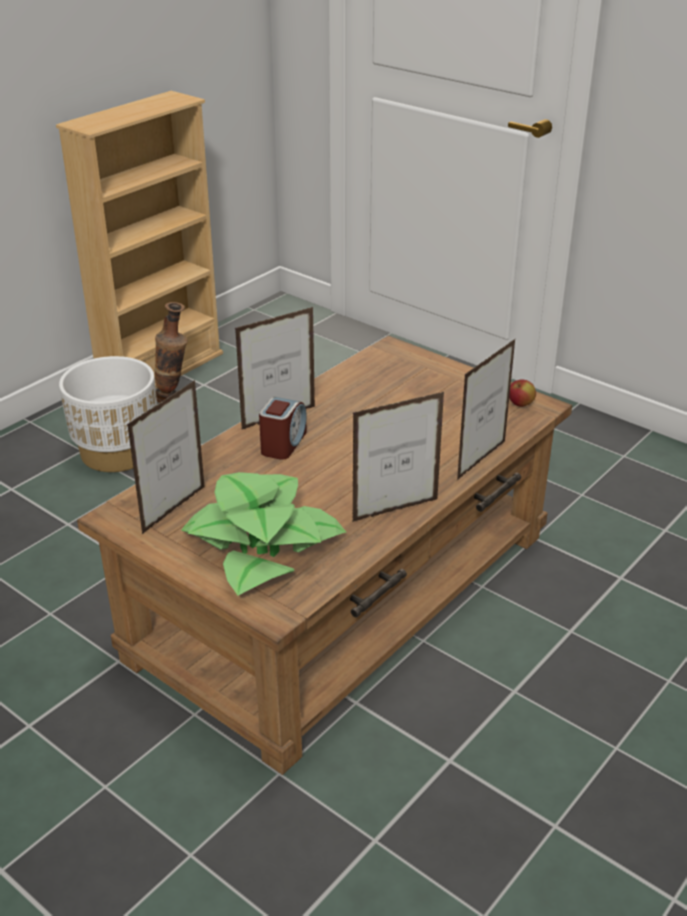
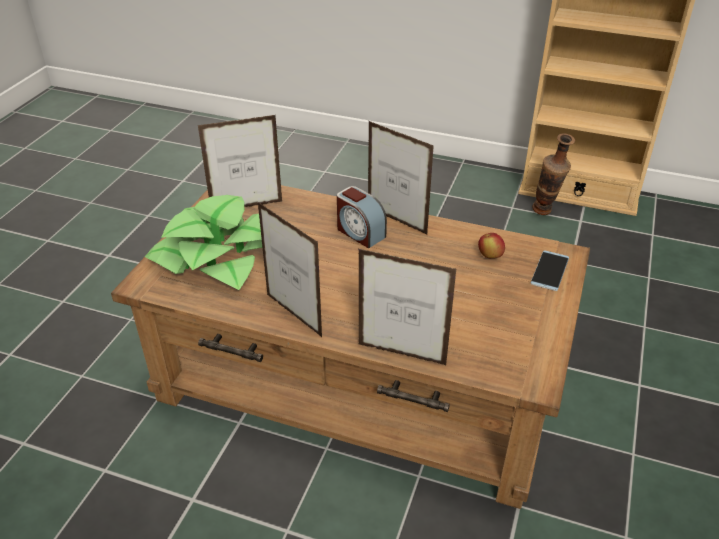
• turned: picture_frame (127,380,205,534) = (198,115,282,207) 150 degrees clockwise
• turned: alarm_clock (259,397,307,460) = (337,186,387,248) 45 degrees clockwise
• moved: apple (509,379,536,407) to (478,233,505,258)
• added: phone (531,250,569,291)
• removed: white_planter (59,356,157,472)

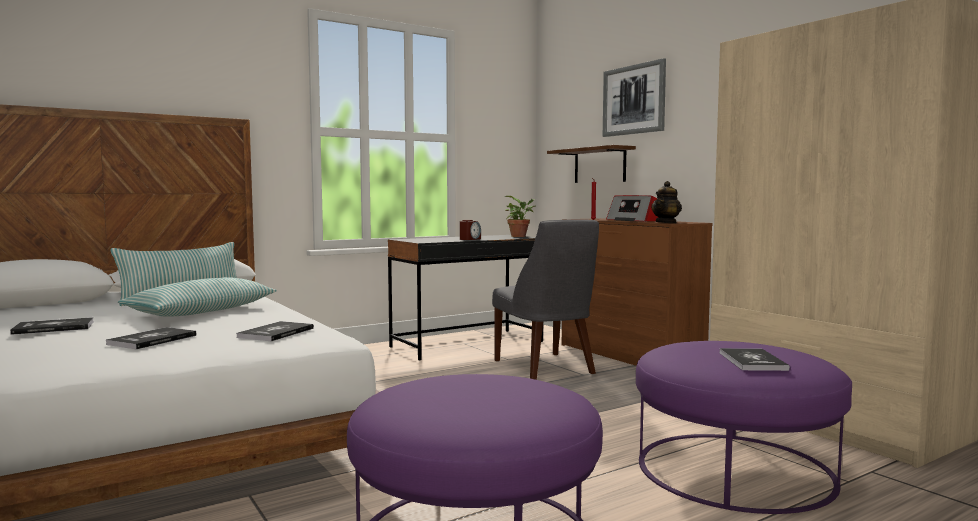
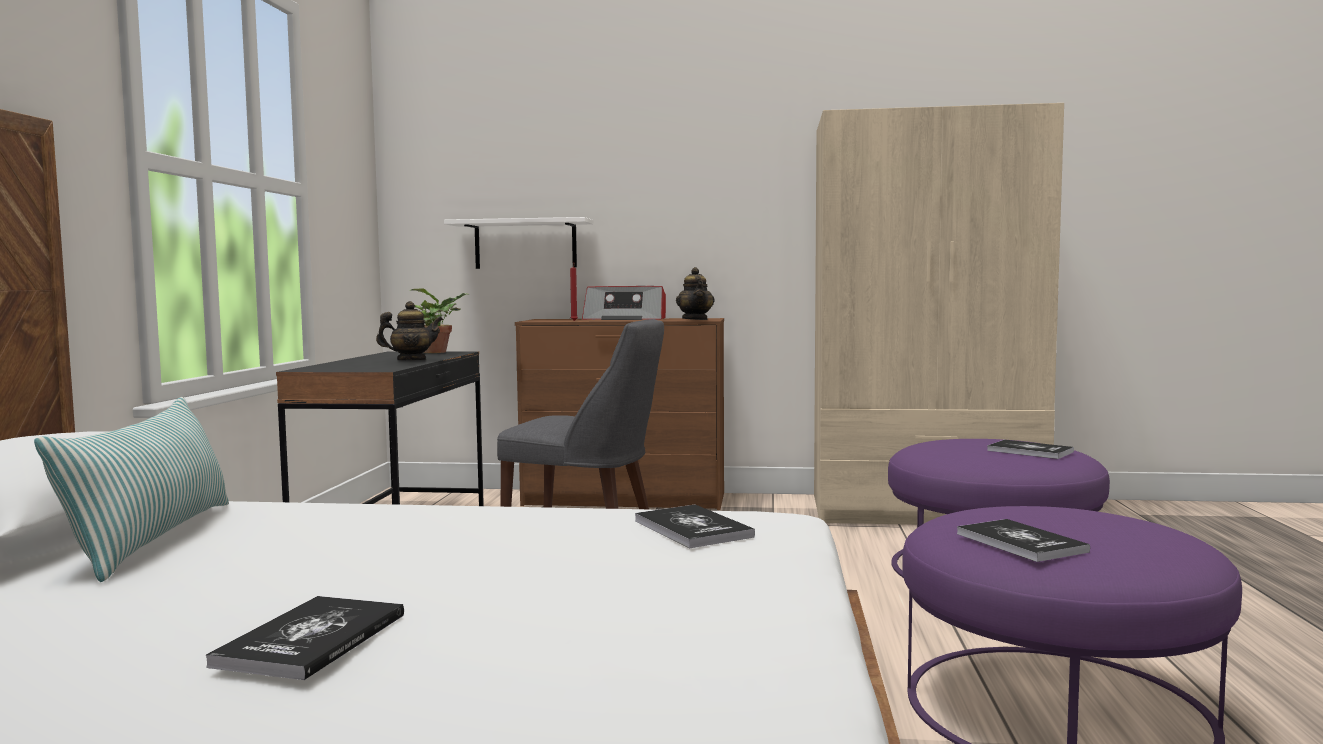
• replaced: alarm_clock (460,220,481,240) to teapot (376,301,443,360)
• recoloured: brown_shelf (547,145,636,183) to white_shelf (444,217,593,269)
• moved: book (106,327,196,349) to (957,519,1090,562)
• removed: pillow (118,277,277,317)
• removed: picture (603,58,666,137)

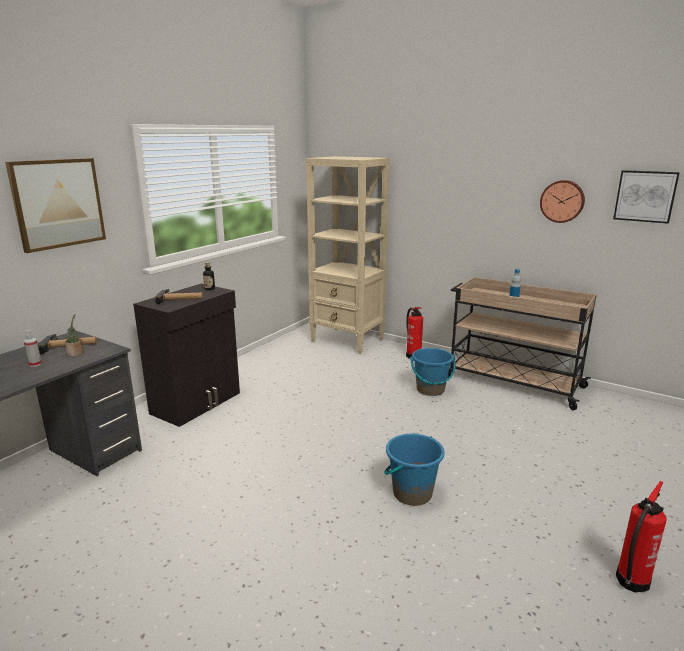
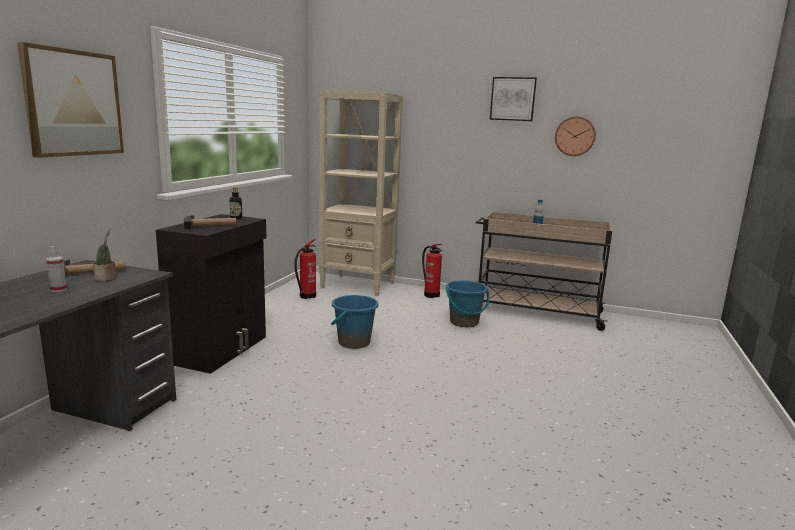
• moved: fire_extinguisher (616,481,667,593) to (294,239,316,299)
• moved: blue_bucket (384,434,444,506) to (331,295,379,349)
• moved: picture (613,170,680,224) to (490,77,537,121)

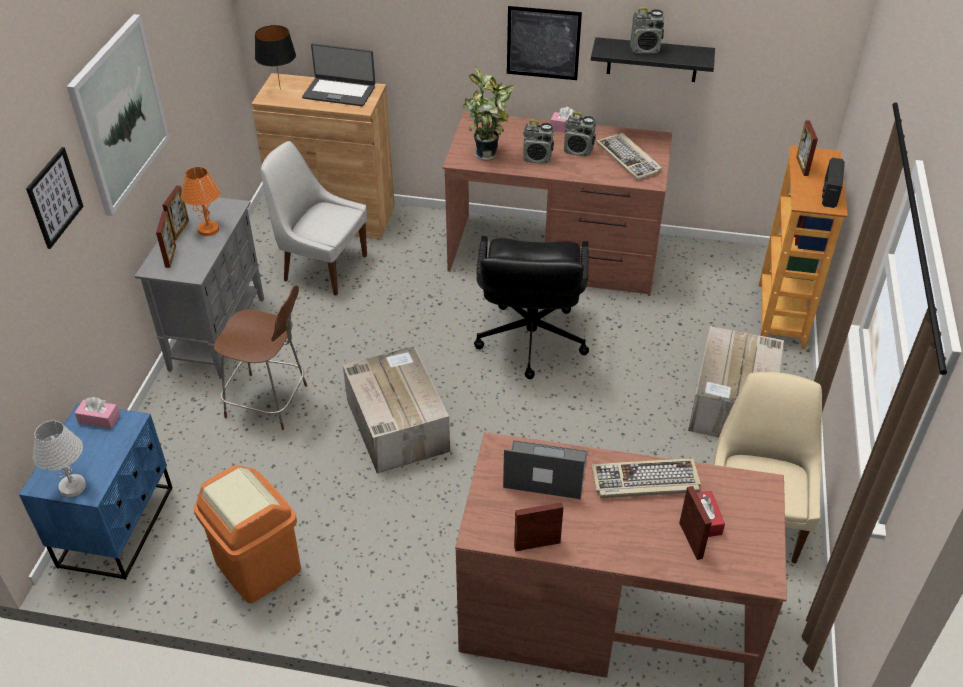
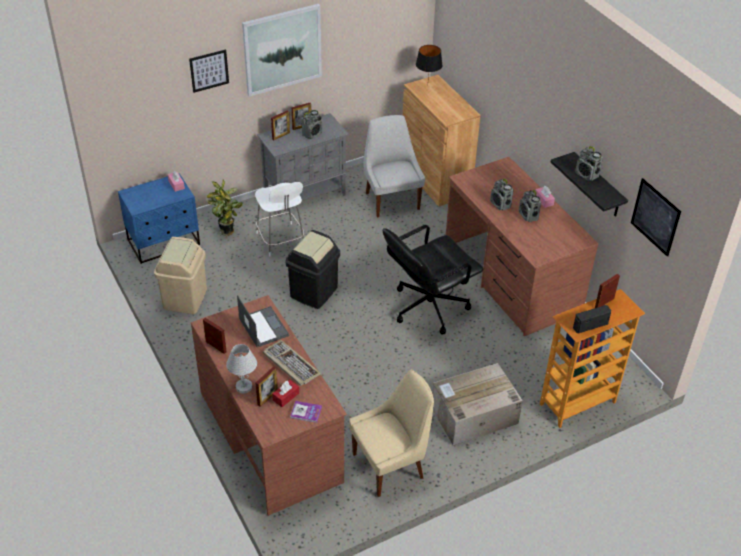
• recoloured: orange_trash_can (194,465,301,603) to beige_trash_can (154,237,207,314)
• moved: potted_plant (462,66,515,161) to (206,179,243,236)
• moved: white_table_lamp (33,421,86,497) to (226,344,257,393)
• recoloured: brown_chair (214,285,307,430) to white_chair (255,182,305,257)
• replaced: cardboard_box (343,346,450,473) to black_trash_can (286,230,340,309)
• added: book (290,401,322,423)
• replaced: orange_table_lamp (181,167,220,236) to radio (302,110,322,139)
• moved: picture (507,6,582,80) to (631,178,681,256)
• removed: laptop (302,43,375,106)
• removed: keyboard (596,133,662,180)

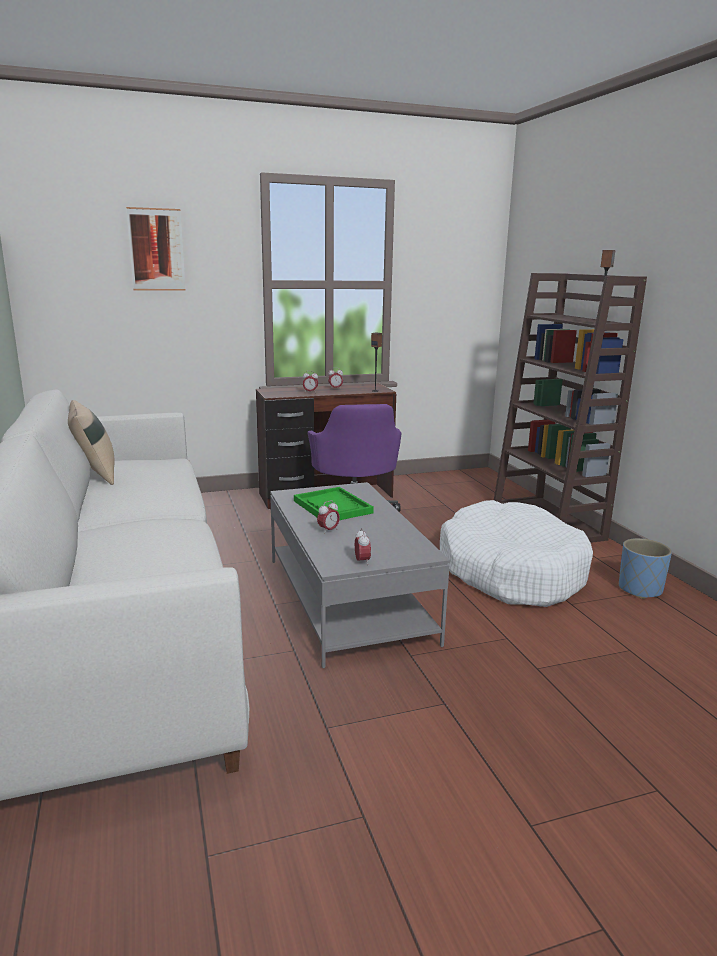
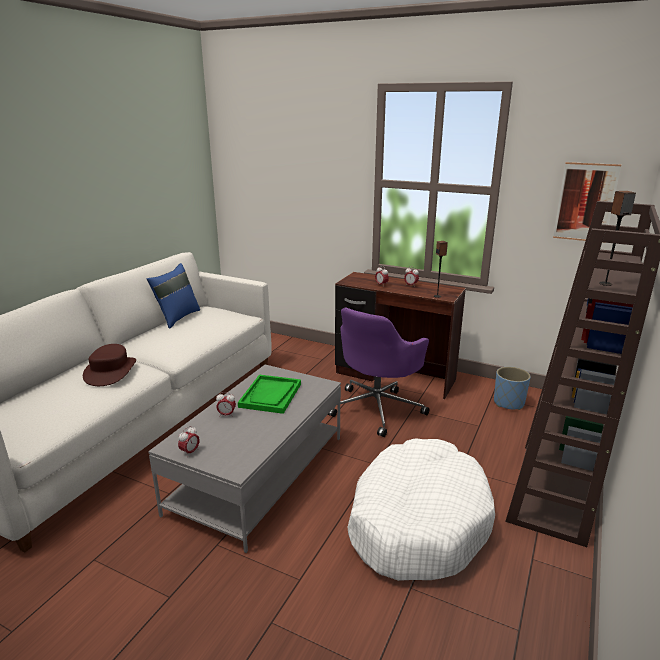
• added: brown_hat (83,344,136,386)
• recoloured: beige_pillow (68,400,115,485) to blue_pillow (147,263,200,329)
• moved: blue_planter (619,538,672,599) to (494,367,531,410)
• moved: picture (126,207,186,290) to (553,162,621,243)

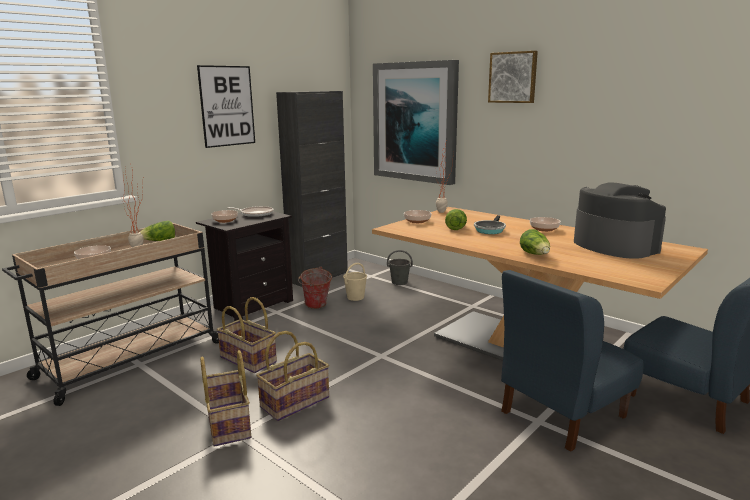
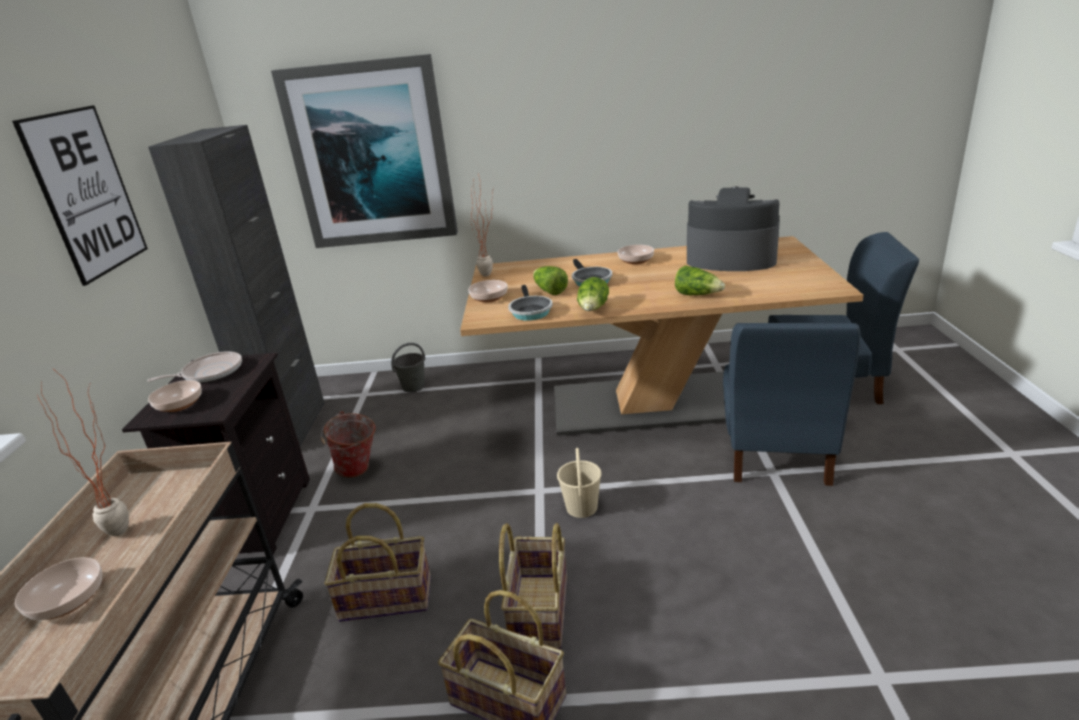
• added: frying_pan (508,285,553,321)
• moved: beige_bucket (343,263,367,301) to (557,448,602,518)
• moved: lettuce (140,221,175,241) to (577,277,609,311)
• removed: picture (488,51,538,103)

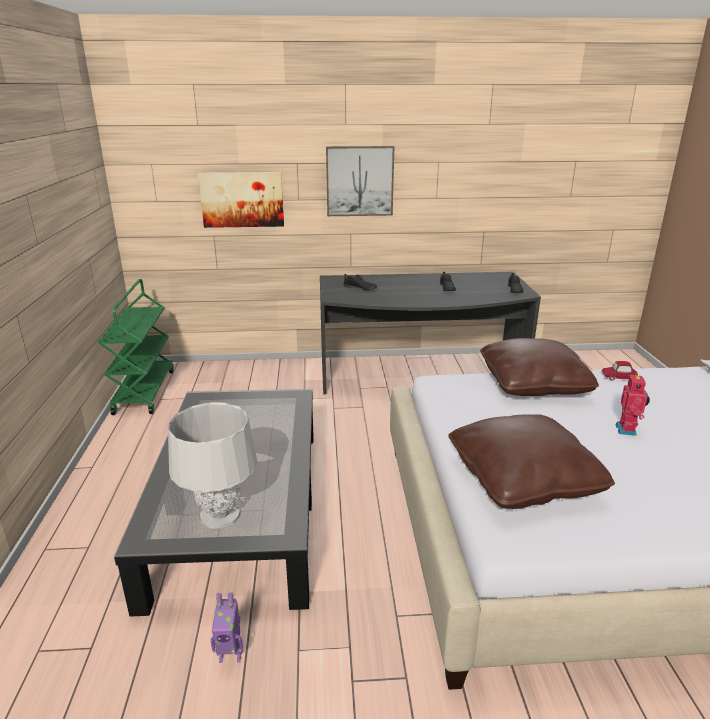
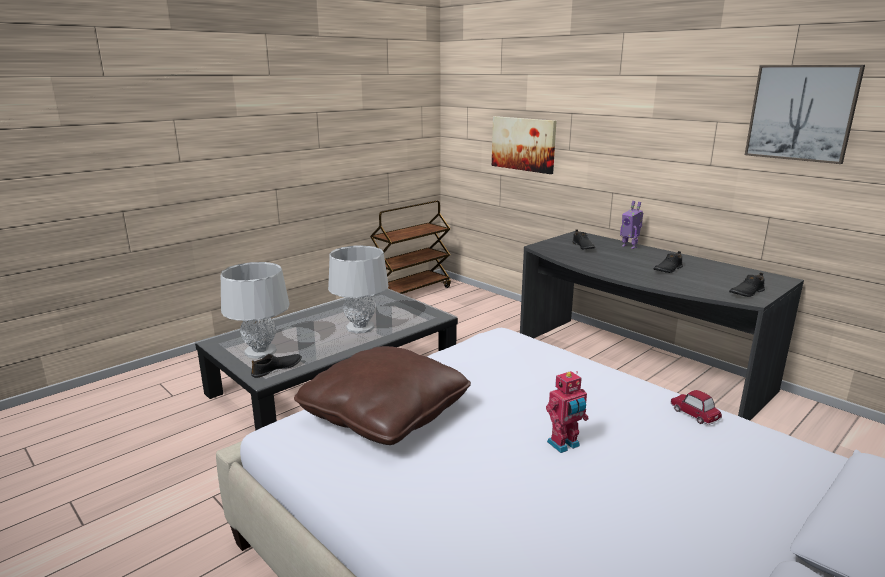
• added: black_shoe (251,354,302,378)
• added: grey_table_lamp (328,245,388,333)
• recoloured: green_cart (98,279,174,415) to brown_cart (370,200,451,294)
• moved: toy_robot (211,592,243,663) to (620,201,643,249)
• moved: picture (326,146,394,216) to (745,65,865,164)
• removed: brown_pillow (480,338,599,396)

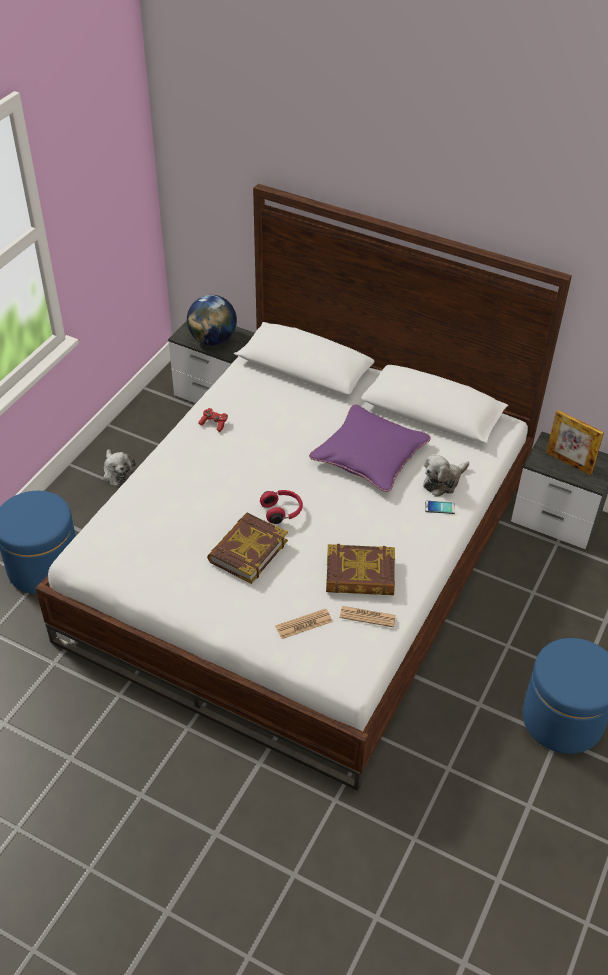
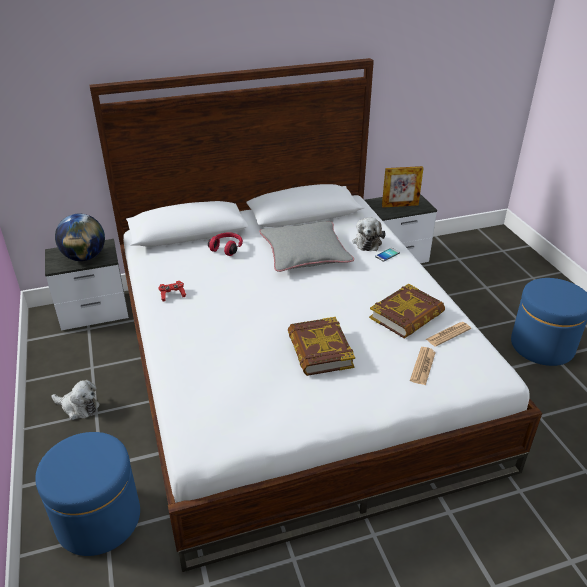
• moved: red_headphones (260,490,303,524) to (208,232,243,256)
• recoloured: purple_pillow (309,405,431,492) to grey_pillow (259,221,354,272)

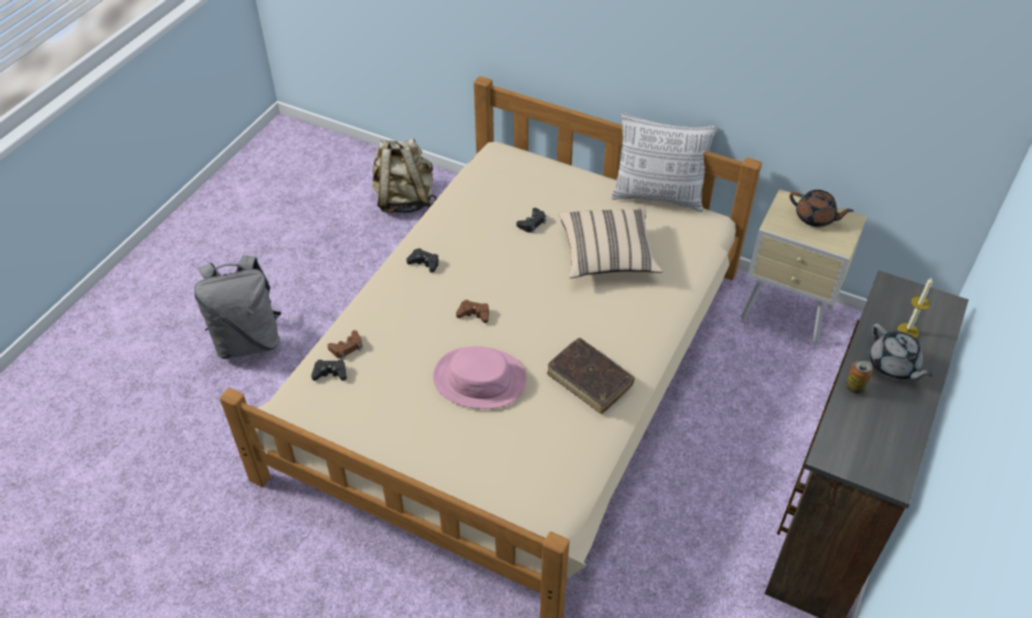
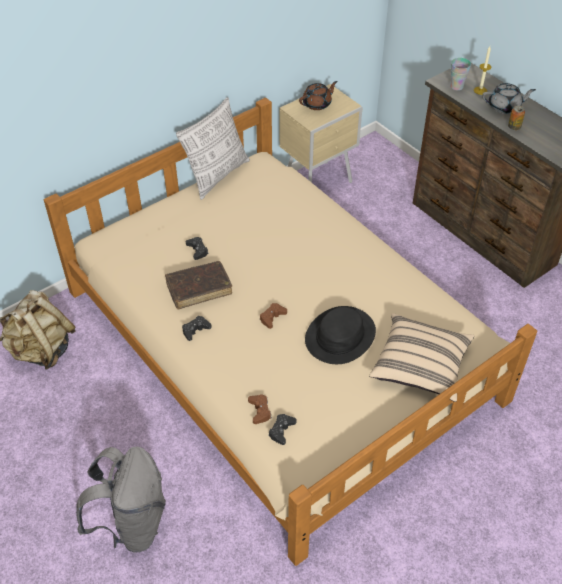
• moved: brown_book (547,338,635,414) to (165,261,232,309)
• recoloured: pink_hat (433,346,527,409) to black_hat (305,306,376,364)
• moved: beige_pillow (559,208,662,278) to (369,313,474,402)
• added: cup (450,58,471,90)

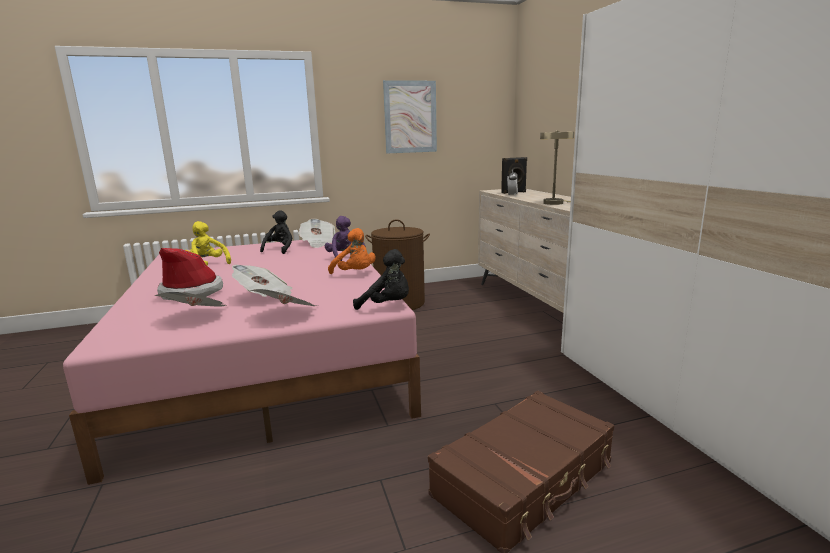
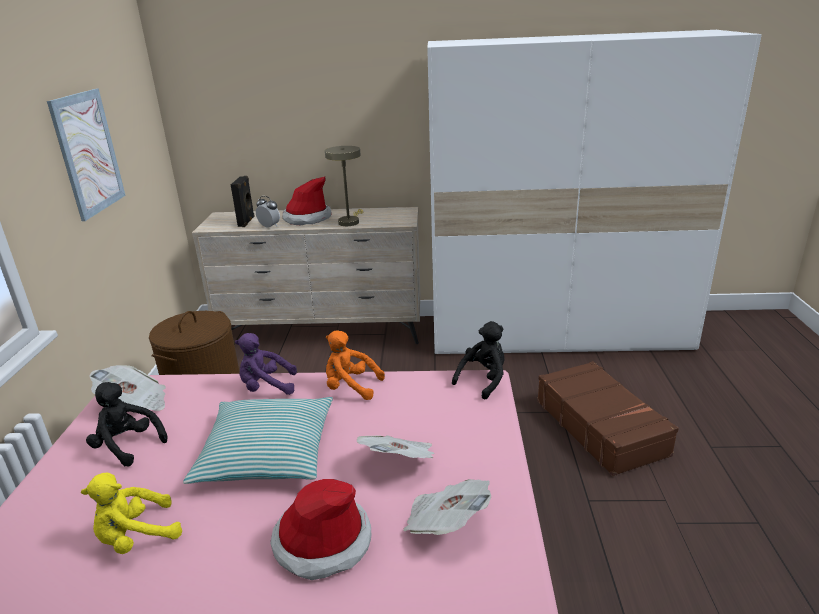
• added: pillow (183,397,333,484)
• added: hat (283,176,331,225)
• turned: orange_plush_toy (328,228,376,274) = (326,330,385,400) 135 degrees counterclockwise
• removed: newspaper (250,289,319,306)

